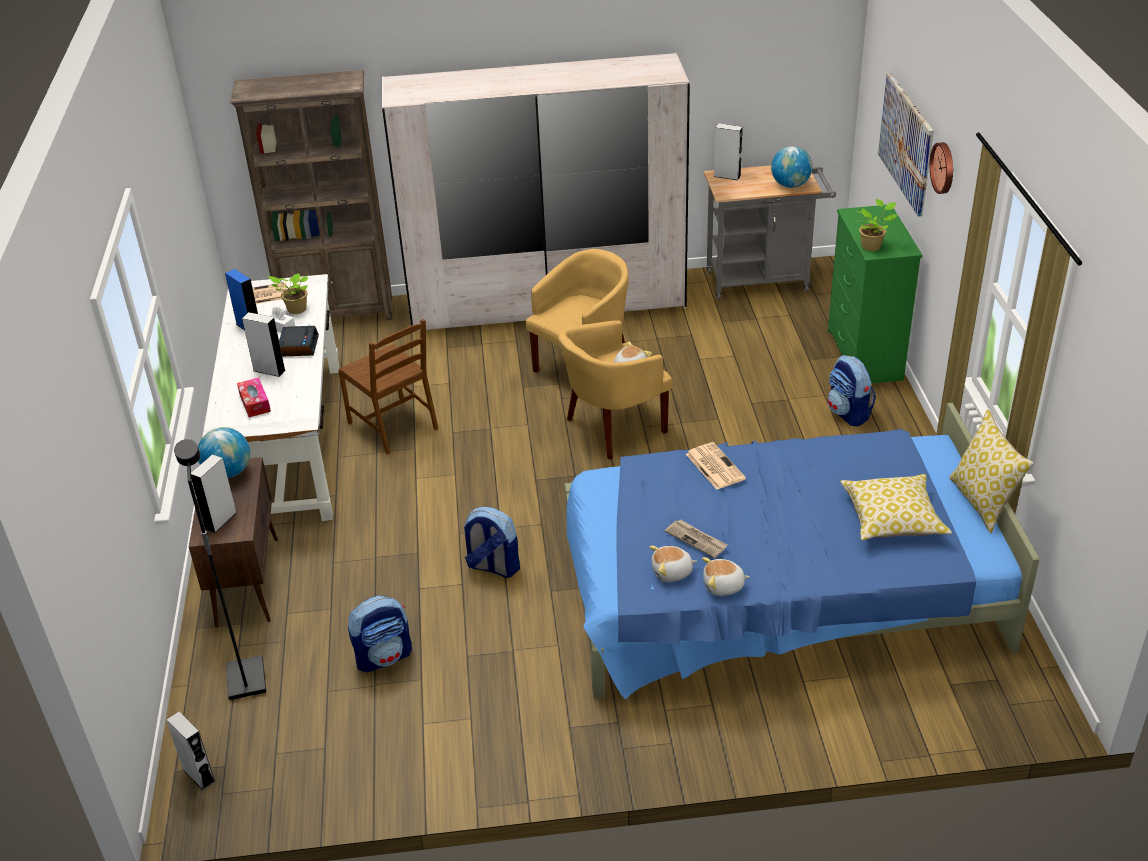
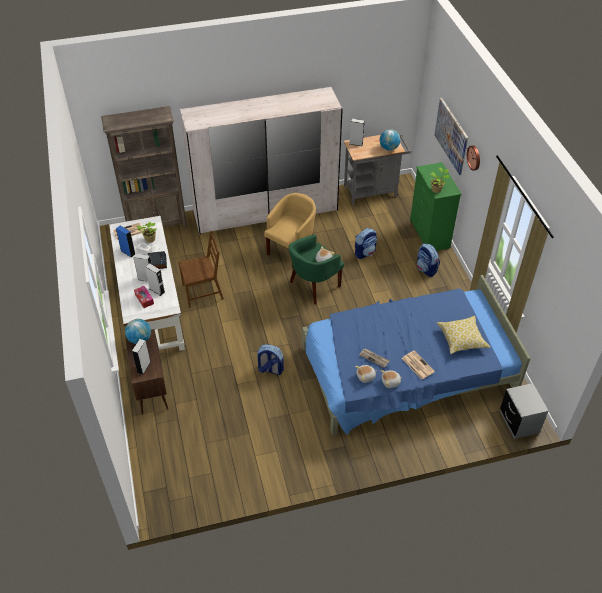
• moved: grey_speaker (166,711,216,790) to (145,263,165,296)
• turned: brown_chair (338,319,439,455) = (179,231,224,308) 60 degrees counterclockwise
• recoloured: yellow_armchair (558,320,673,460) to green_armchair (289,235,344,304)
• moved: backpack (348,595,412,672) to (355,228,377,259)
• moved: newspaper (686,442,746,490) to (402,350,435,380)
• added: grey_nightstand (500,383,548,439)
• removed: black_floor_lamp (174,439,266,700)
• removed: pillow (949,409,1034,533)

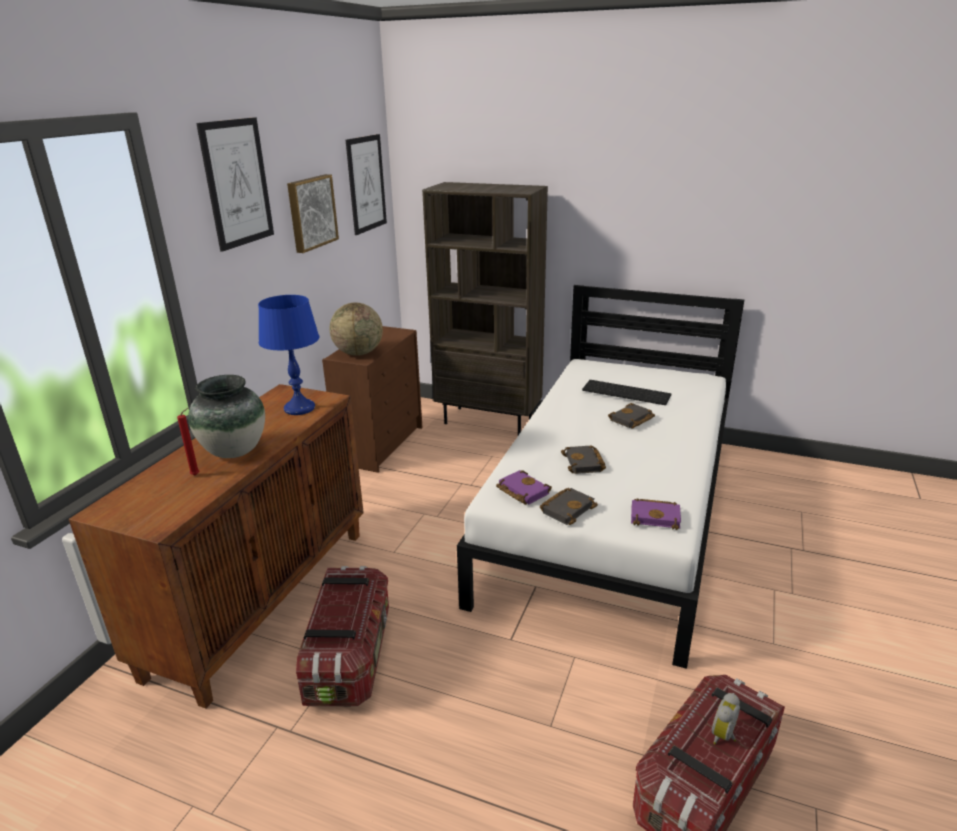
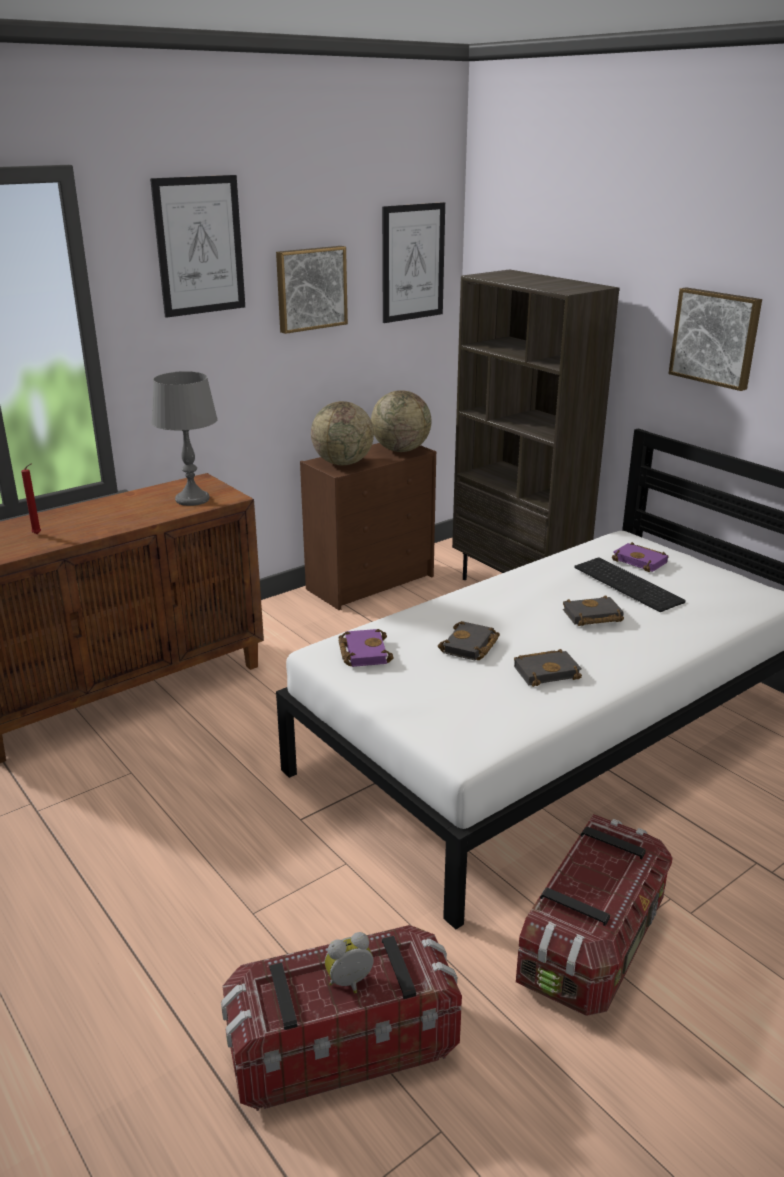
• recoloured: blue_table_lamp (258,295,319,415) to grey_table_lamp (151,371,218,506)
• added: globe (371,390,431,452)
• moved: black_book (540,488,598,525) to (514,649,582,687)
• moved: storage_box (296,566,389,706) to (516,814,673,1016)
• moved: purple_book (631,498,681,530) to (612,542,669,572)
• added: picture (668,287,762,391)
• removed: vase (188,375,265,458)

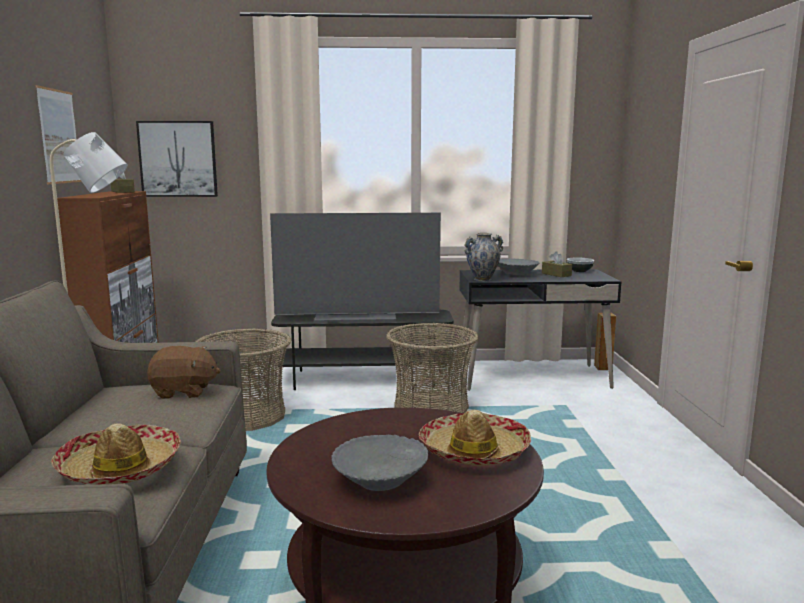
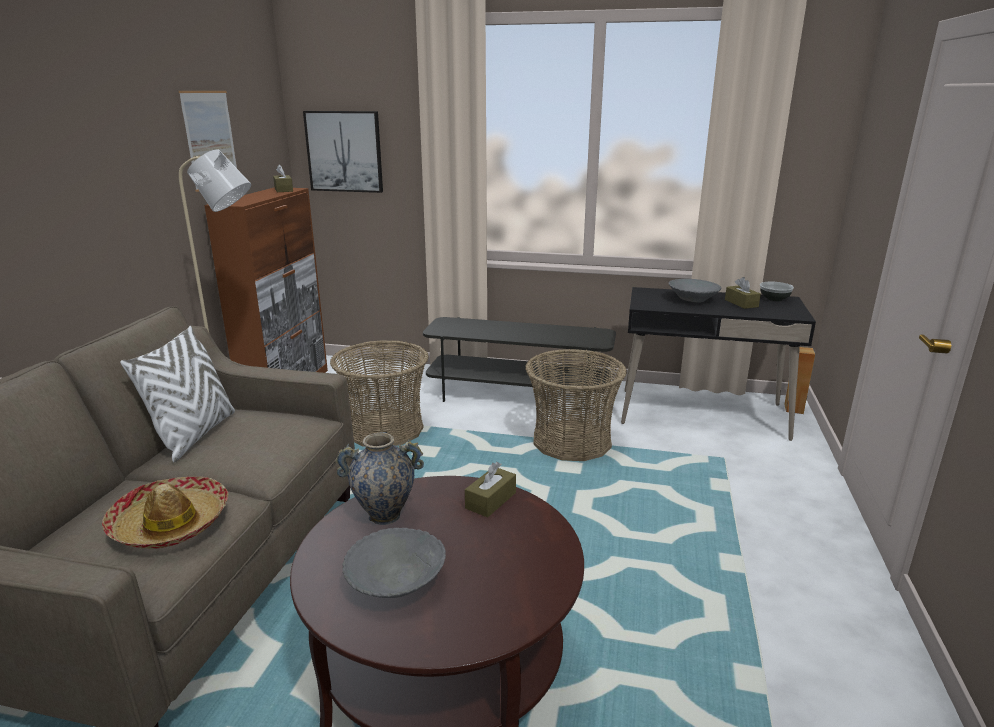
• added: white_pillow (120,326,235,463)
• moved: vase (464,233,503,281) to (335,432,424,525)
• added: brown_tissue_box (465,462,516,518)
• removed: brown_plush_toy (147,346,221,399)
• removed: television (270,213,441,323)
• removed: hat (419,410,531,466)

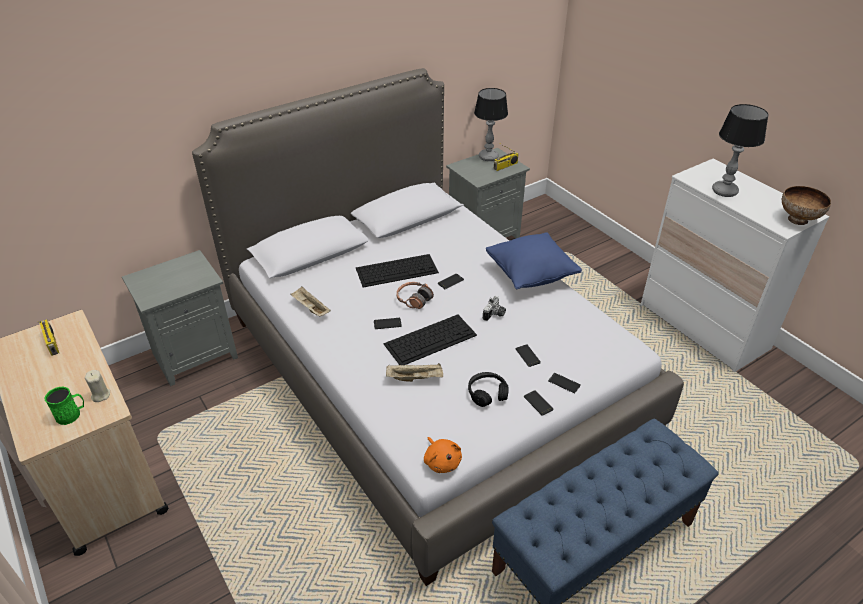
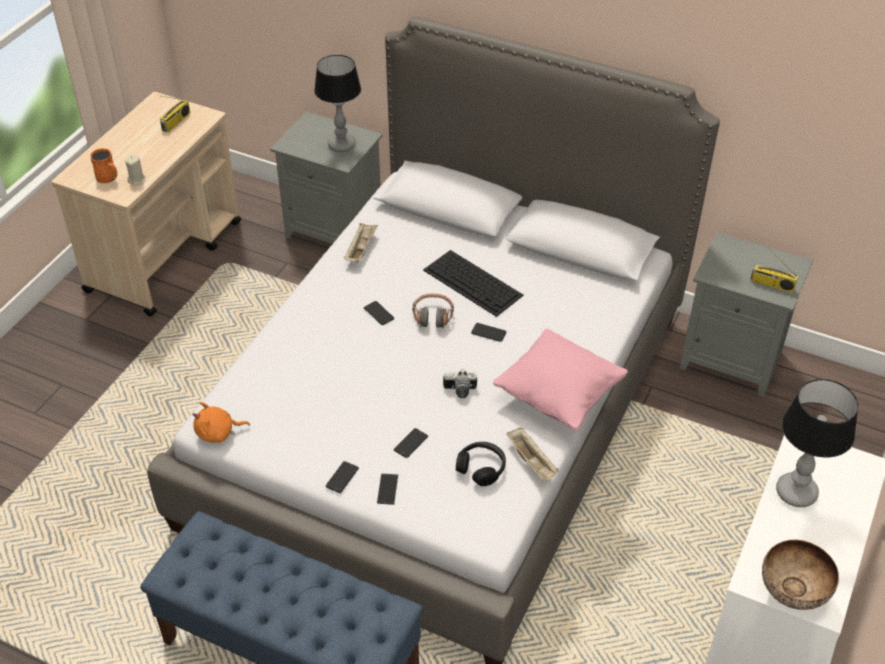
• recoloured: green_mug (44,387,84,425) to orange_mug (90,148,117,183)
• turned: orange_plush_toy (424,437,462,473) = (192,402,250,442) 45 degrees clockwise
• moved: table_lamp (474,88,508,161) to (314,55,361,152)
• moved: black_headphones (468,372,509,407) to (456,442,506,486)
• recoloured: blue_pillow (486,232,582,289) to pink_pillow (493,329,628,431)
• moved: beige_tray (386,363,443,382) to (506,428,559,482)
• removed: keyboard (383,314,477,365)

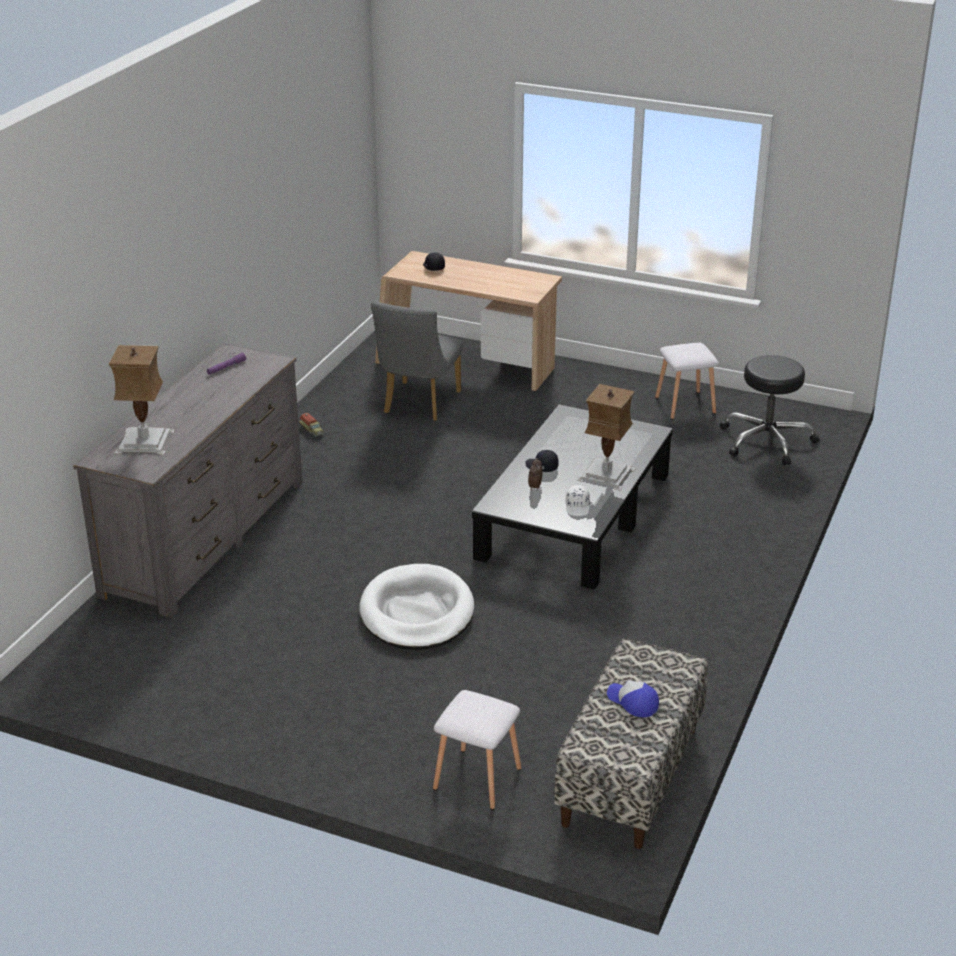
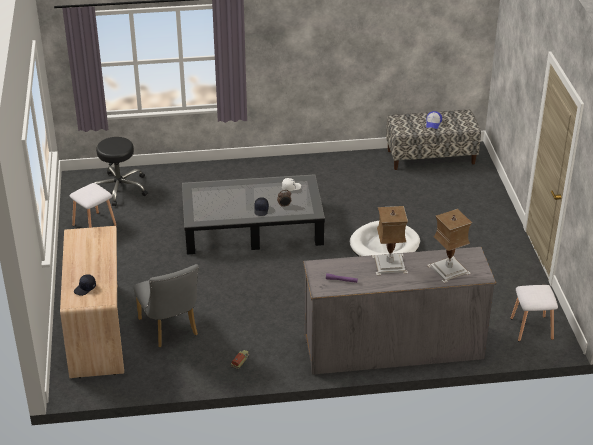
• turned: grey_chair (371,301,463,421) = (133,264,199,347) 75 degrees clockwise
• moved: table_lamp (577,384,636,491) to (372,206,408,275)
• moved: white_stool (433,690,521,810) to (510,285,558,342)

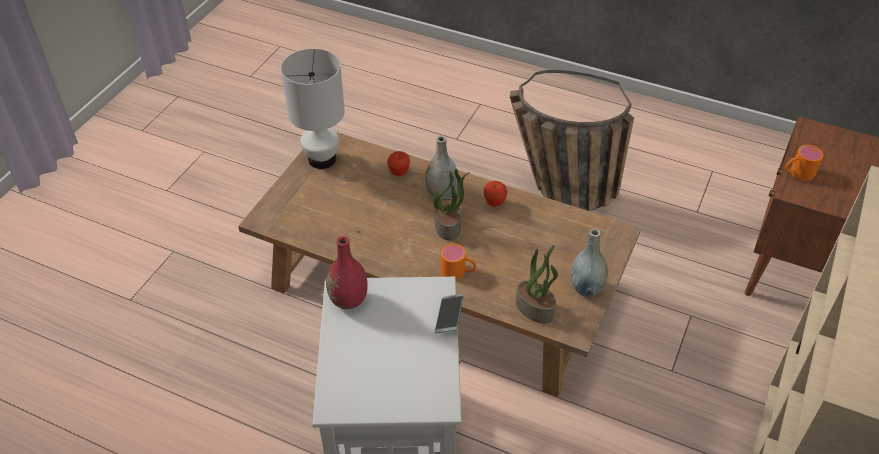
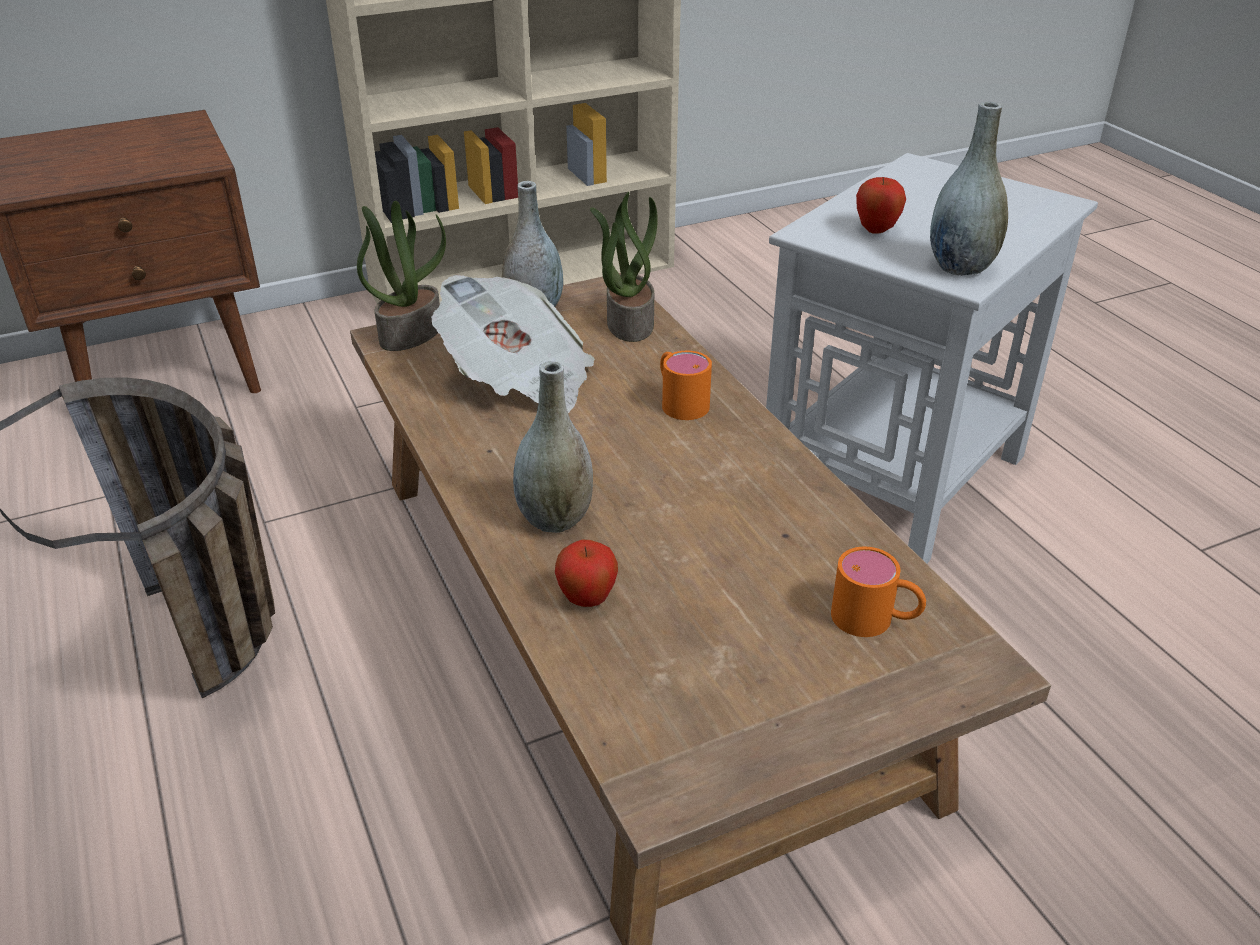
• moved: potted_plant (433,169,470,241) to (357,201,446,351)
• added: newspaper (431,275,595,413)
• moved: orange_mug (785,145,823,181) to (831,547,926,637)
• moved: apple (484,181,507,207) to (856,177,906,234)
• recoloured: red_vase (326,236,368,309) to grey_vase (930,102,1008,276)
• removed: white_table_lamp (281,49,345,169)
• removed: phone (435,294,464,334)

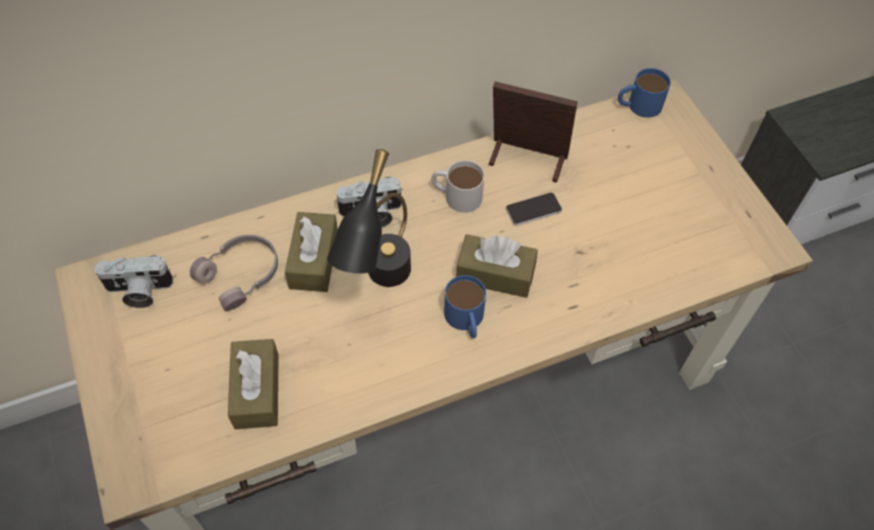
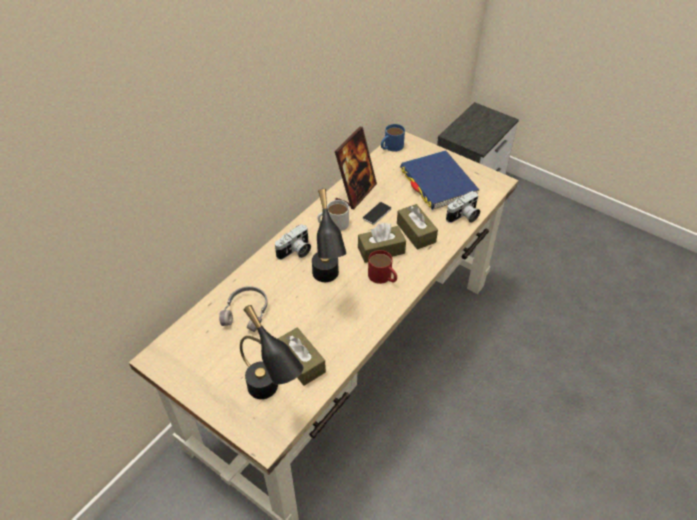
• added: black_table_lamp (240,305,304,399)
• turned: picture_frame (489,81,578,182) = (335,127,377,209) 135 degrees clockwise
• recoloured: blue_mug (444,275,486,338) to red_mug (368,250,397,284)
• moved: brown_tissue_box (285,212,338,292) to (397,204,438,250)
• added: blue_book (400,150,479,210)
• moved: photo_camera (95,255,173,308) to (446,191,480,223)

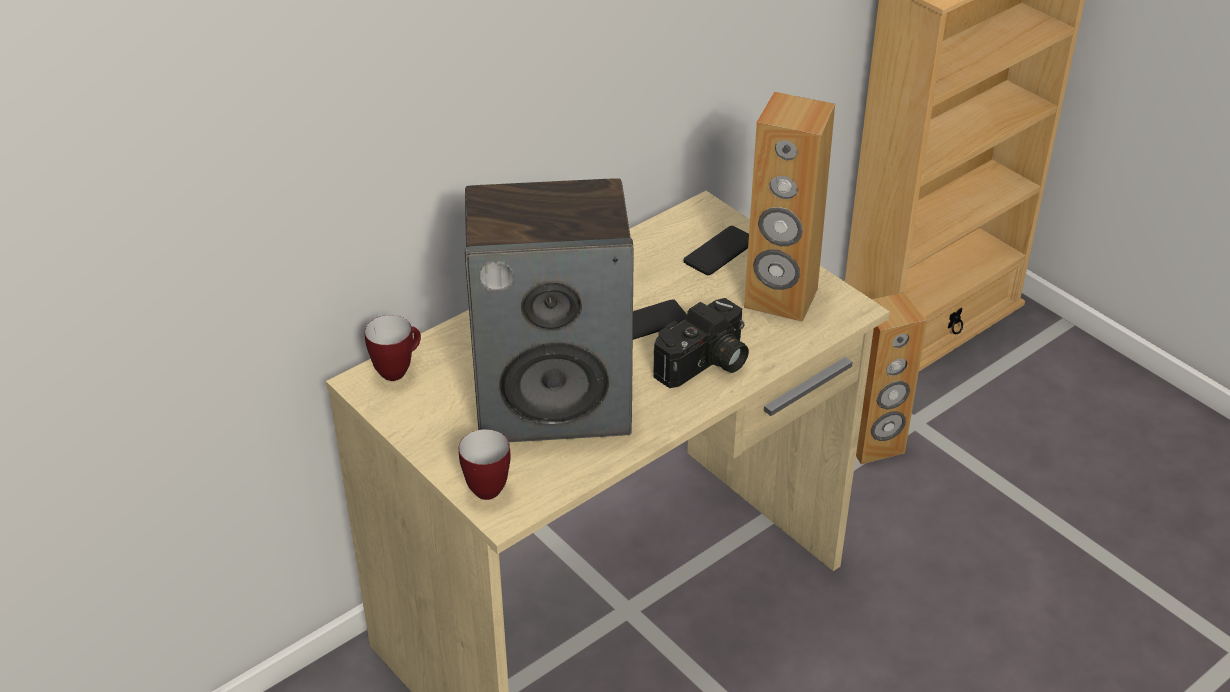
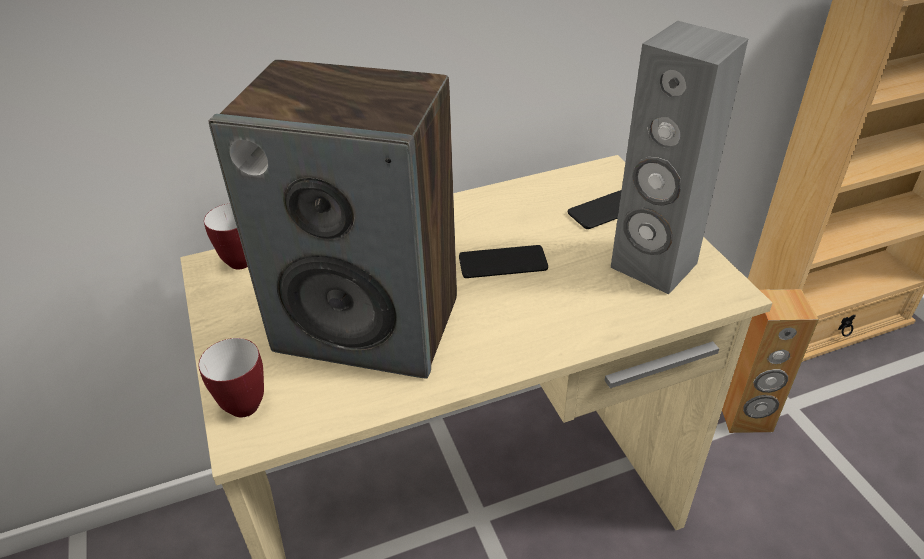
• recoloured: brown_speaker (744,92,835,322) to grey_speaker (611,21,748,294)
• removed: photo_camera (653,298,749,388)

